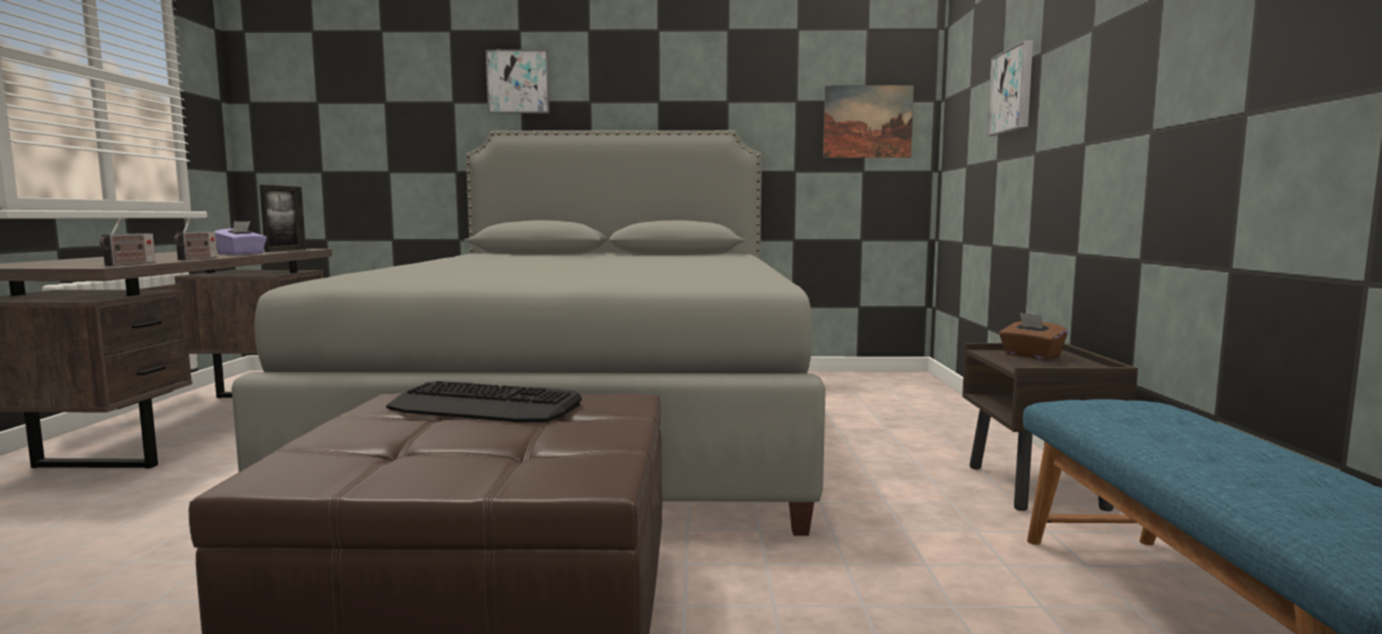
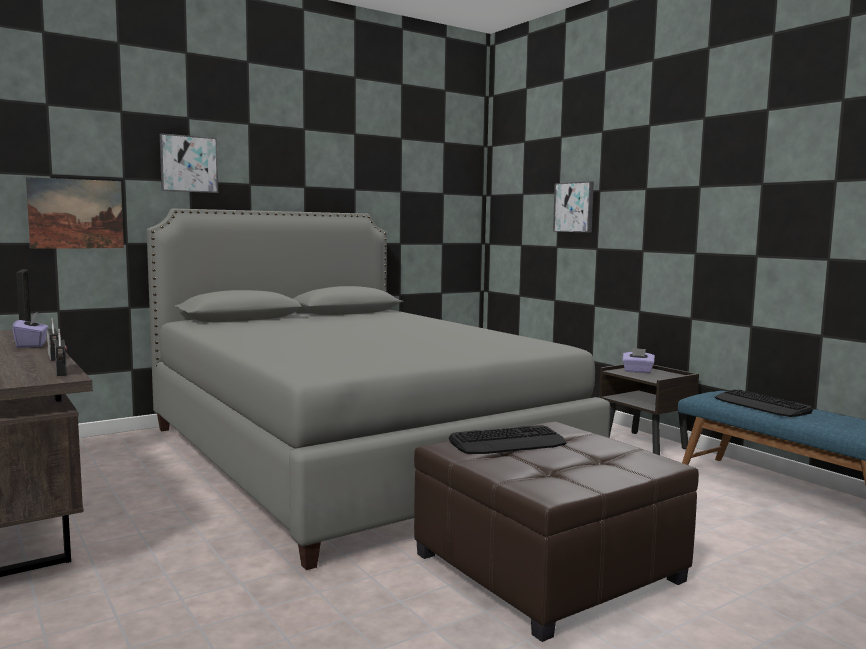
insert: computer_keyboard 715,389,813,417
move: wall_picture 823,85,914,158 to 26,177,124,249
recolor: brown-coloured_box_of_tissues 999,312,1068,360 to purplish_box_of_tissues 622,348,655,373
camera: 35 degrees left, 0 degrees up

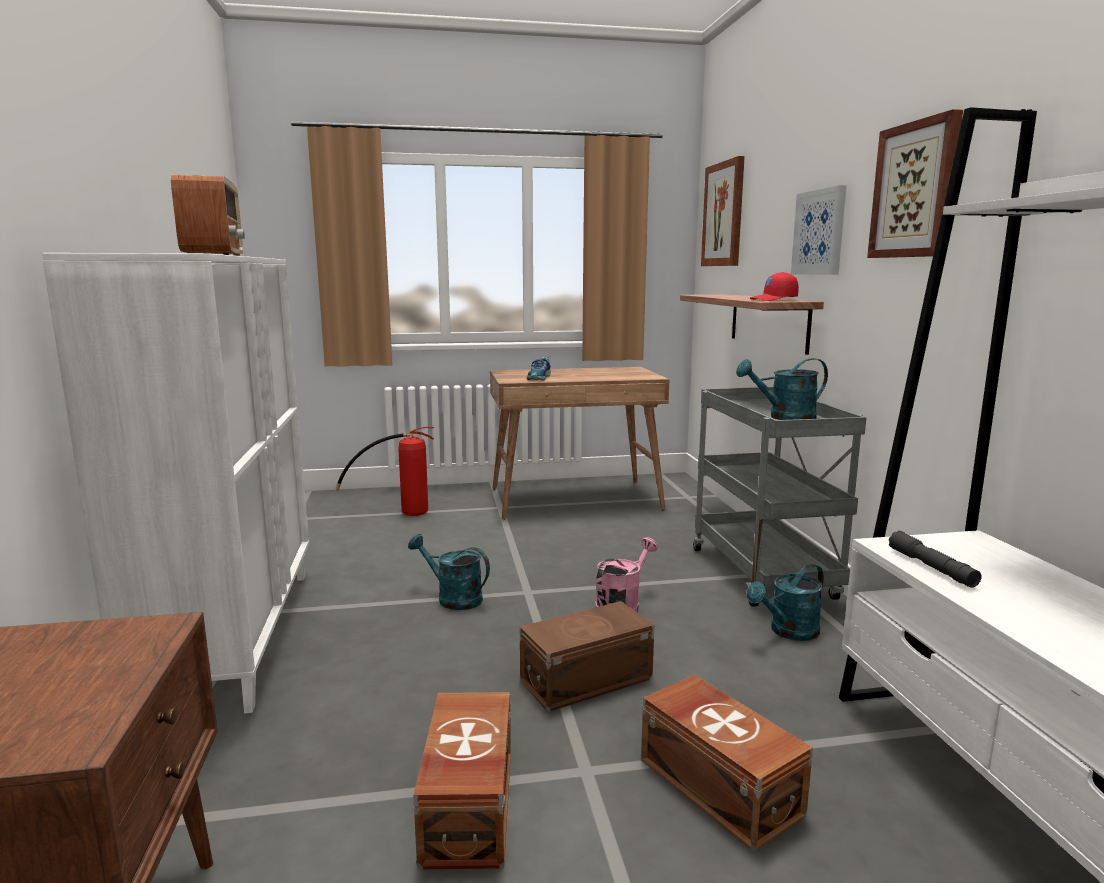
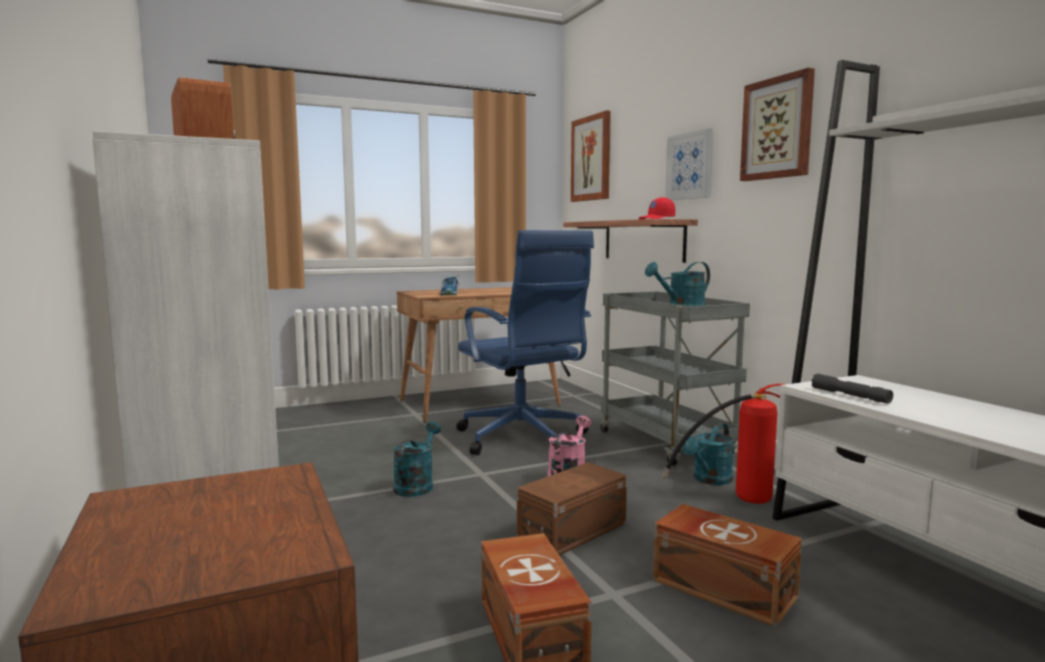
insert: blue-coloured_computer_chair 456,230,594,455
move: extinguisher 335,427,434,516 to 662,384,785,504
rotate: turquoise-coloured_watering_can 408,534,490,610 = 393,421,441,497 90 degrees clockwise
camera: 15 degrees left, 5 degrees down

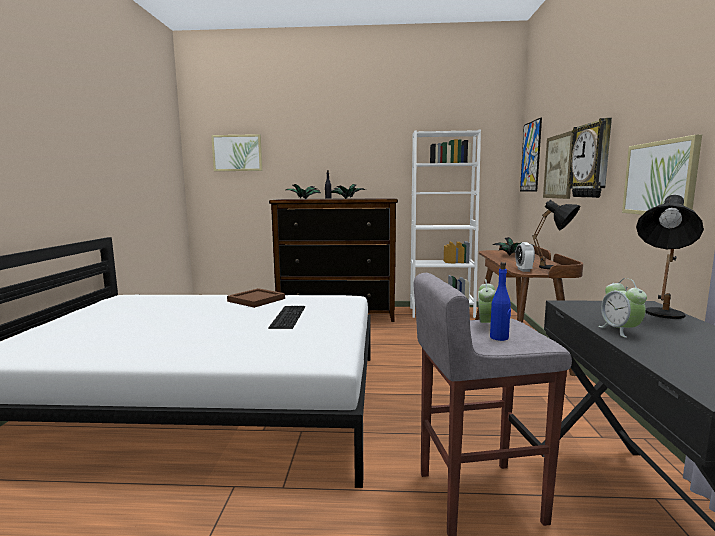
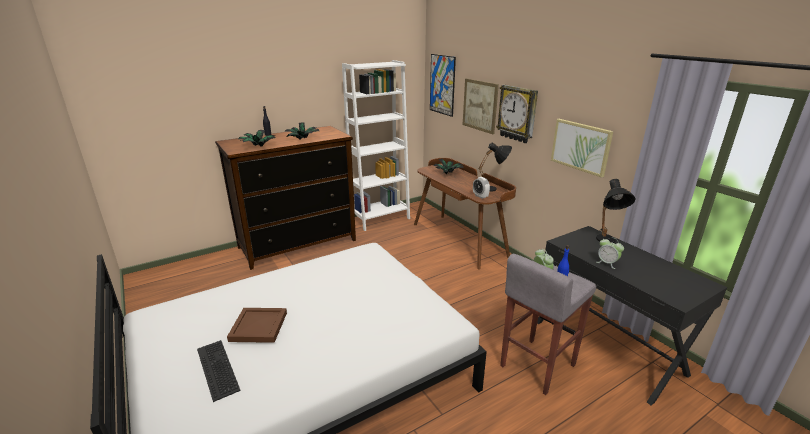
delete: wall_picture 211,134,262,171
move: brown-coloured_serving_tray 227,288,285,308 to 227,308,287,343; computer_keyboard 268,306,305,329 to 197,340,241,402
camera: 35 degrees left, 15 degrees up

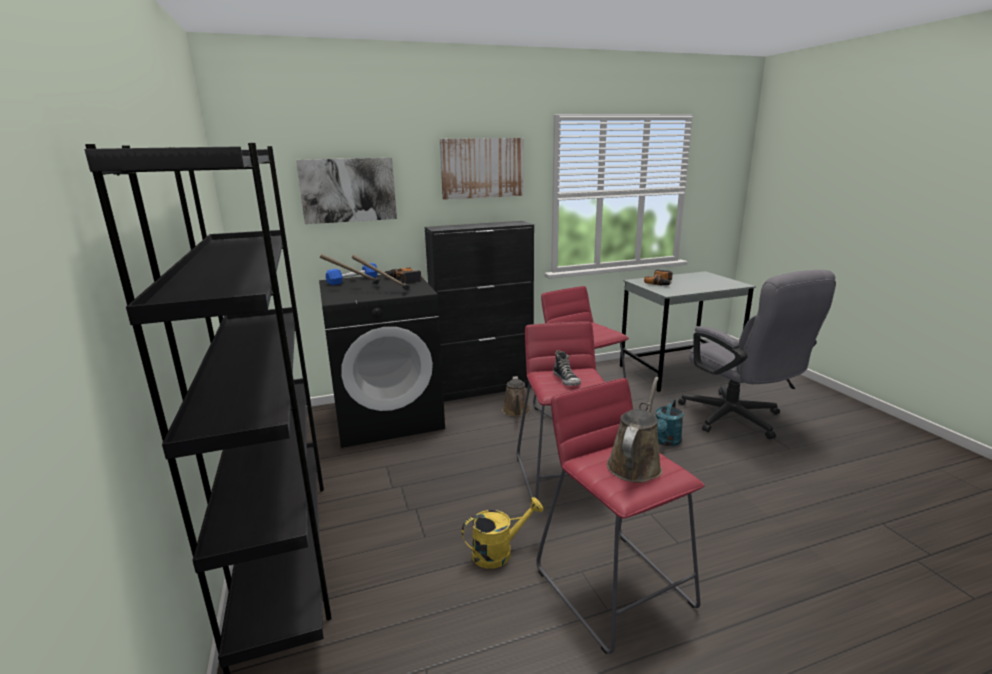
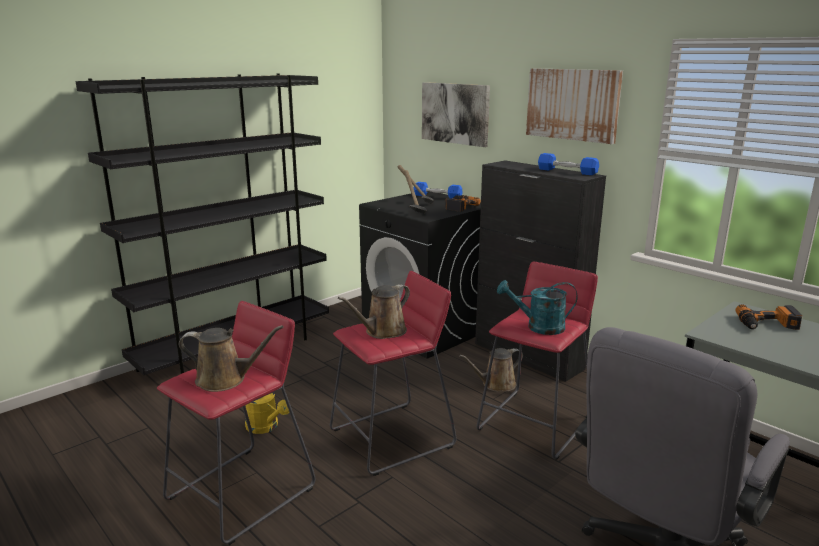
insert: blue-coloured_free_weight 538,153,599,175
move: turquoise-coloured_watering_can 655,399,684,446 to 497,280,578,335
replace: low_shoe 553,350,581,386 to brown-coloured_watering_can 338,284,410,339
camera: 65 degrees right, 0 degrees up

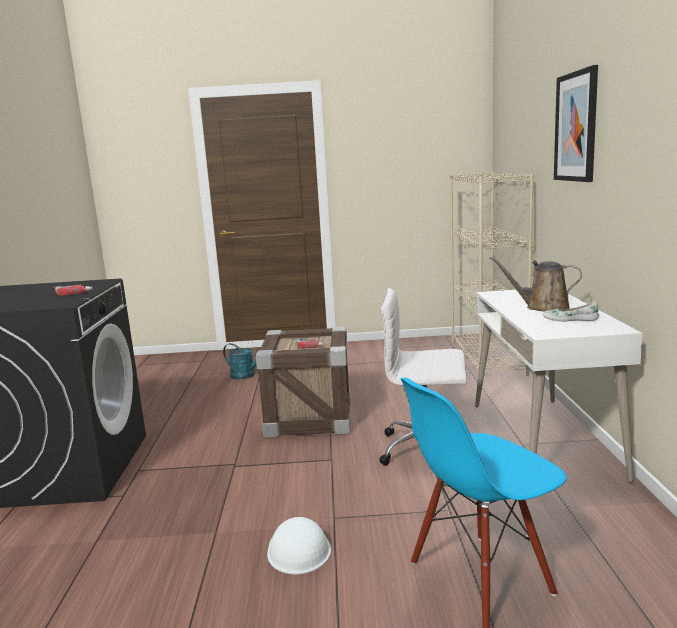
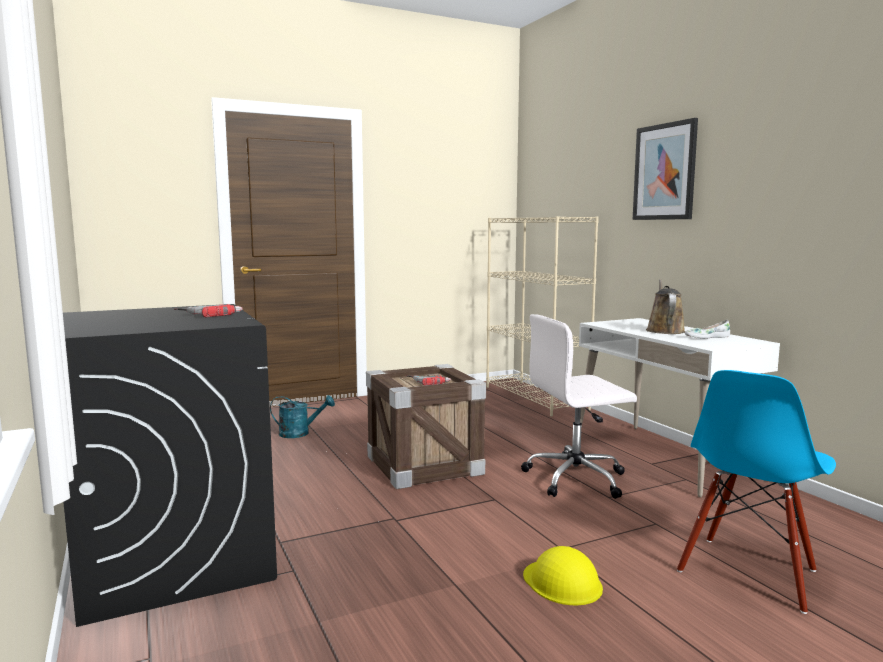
recolor: whitish_work_helmet 267,517,331,574 to yellow-coloured_work_helmet 523,546,603,605
rotate: brown-coloured_watering_can 489,256,582,312 = 646,279,685,334 105 degrees clockwise
camera: 25 degrees left, 5 degrees down

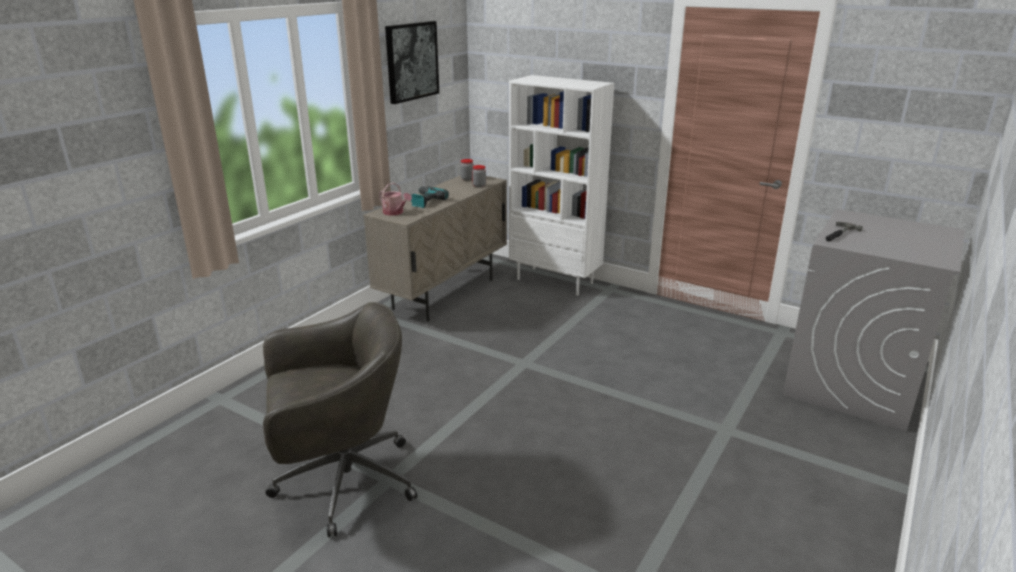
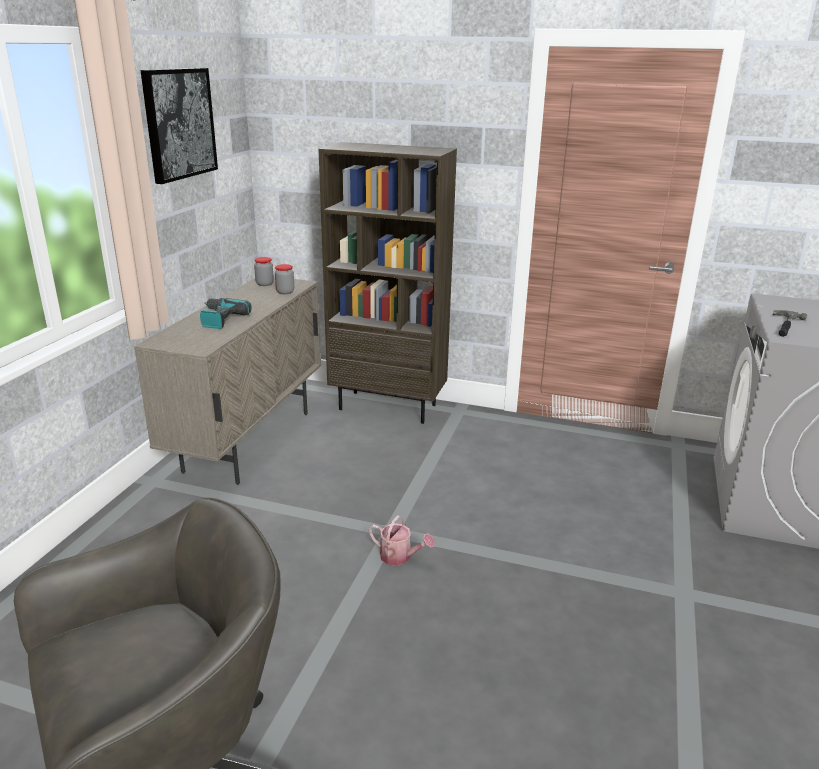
move: watering_can 379,183,412,216 to 369,515,435,566
recolor: whitish_bookcase 509,75,614,296 to brown-coloured_bookcase 318,142,457,424
camera: 15 degrees left, 0 degrees up

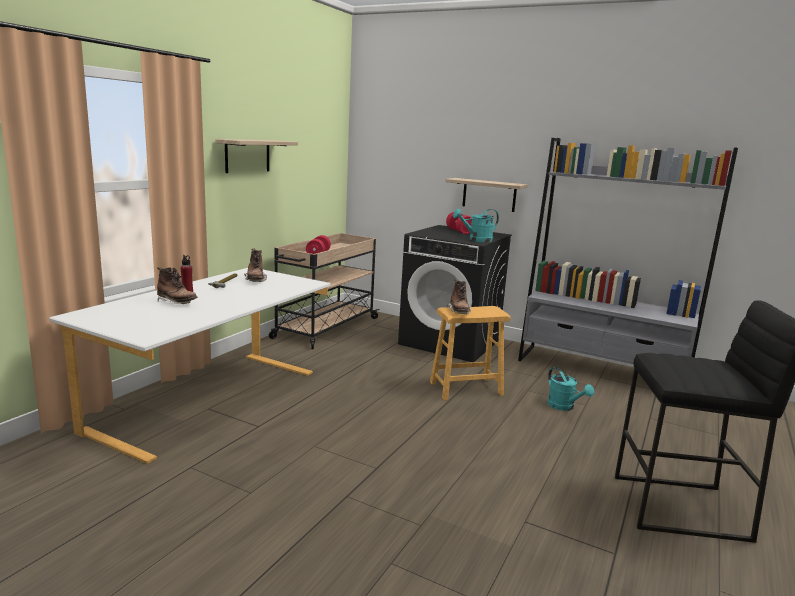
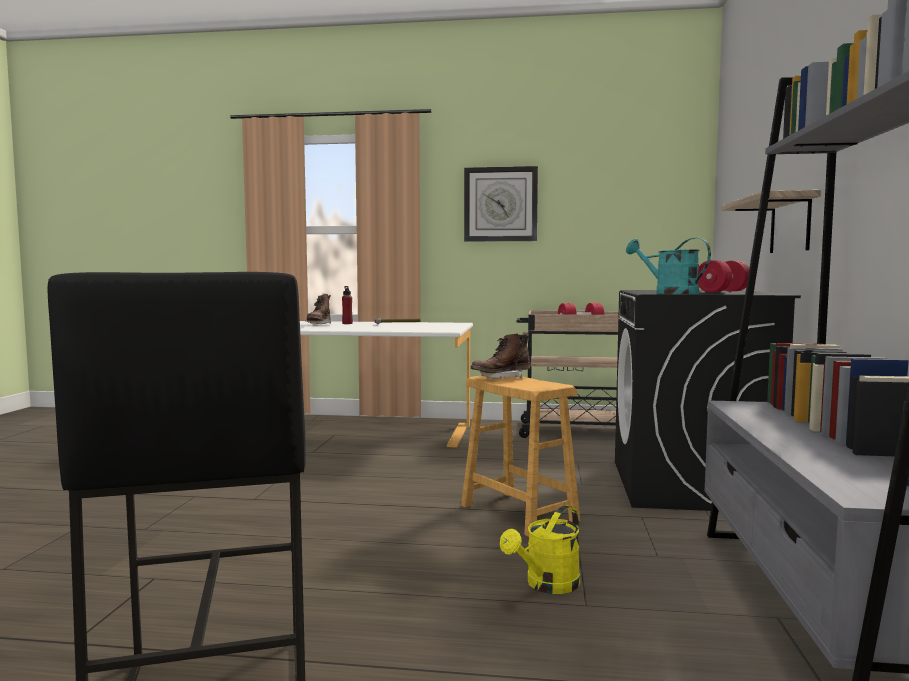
delete: brown-coloured_boot 244,249,267,282
replace: shelf 215,139,298,173 to wall_clock 464,166,538,241
recolor: turquoise-coloured_watering_can 547,367,594,411 to yellow-coloured_watering_can 500,505,580,594
camera: 70 degrees right, 10 degrees down

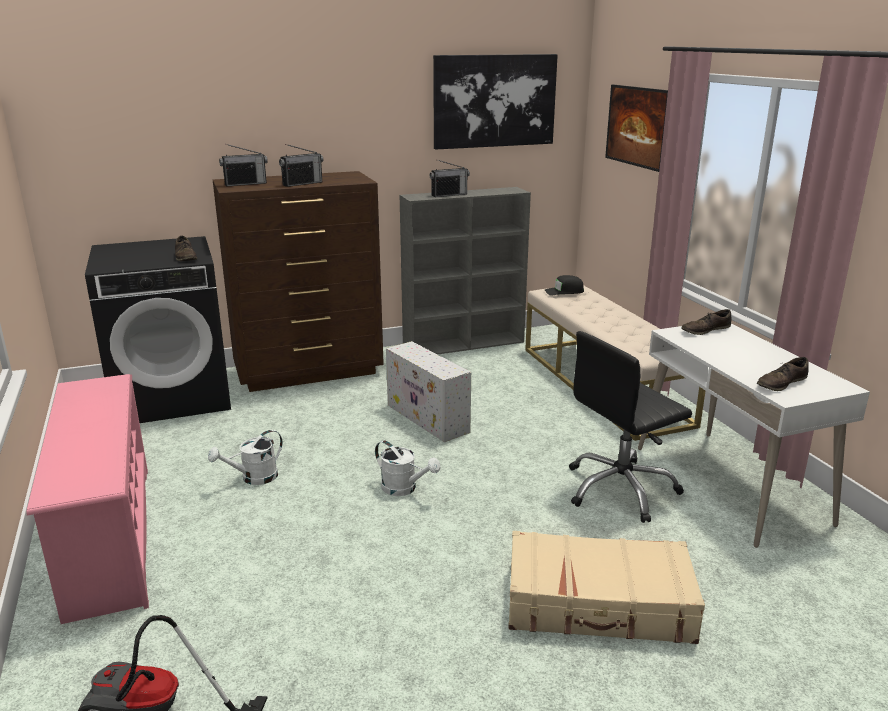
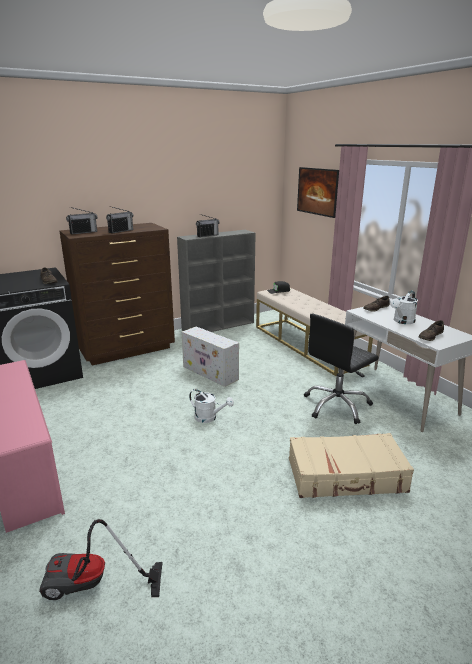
delete: wall_picture 433,54,558,149
move: whitish_watering_can 208,430,283,485 to 390,290,418,324
camera: 10 degrees left, 0 degrees up

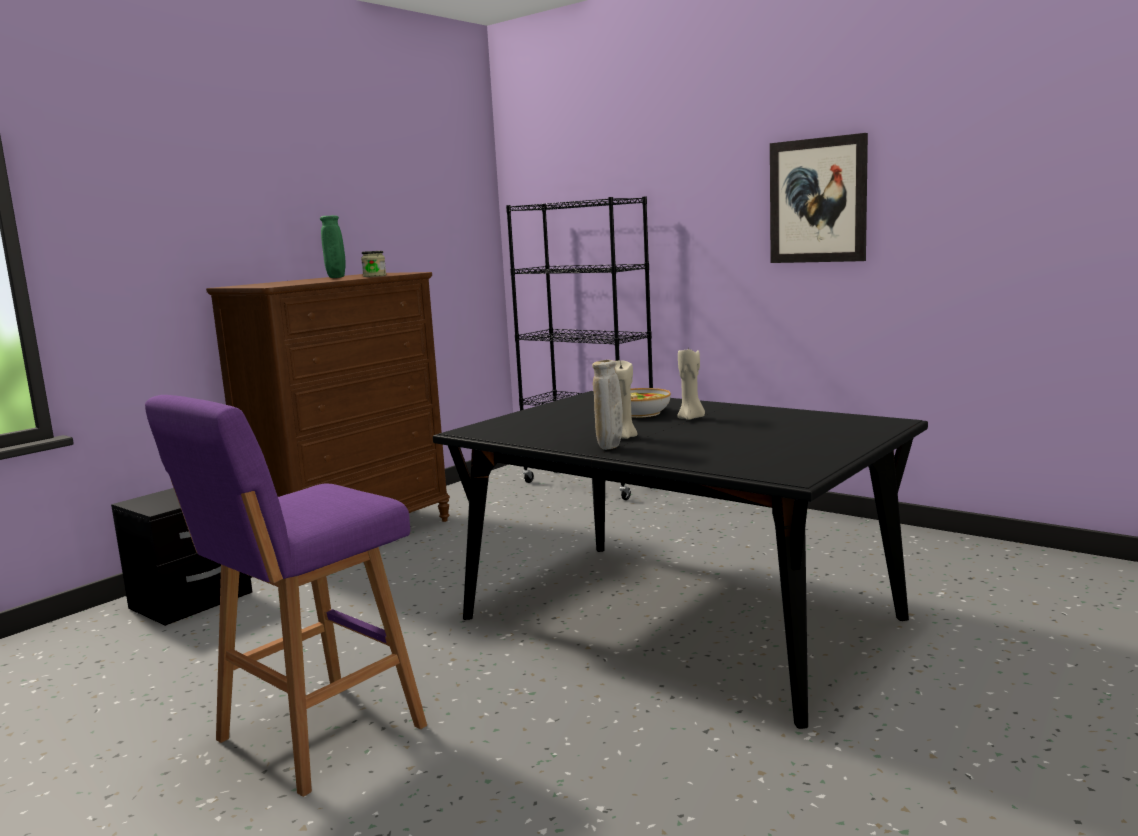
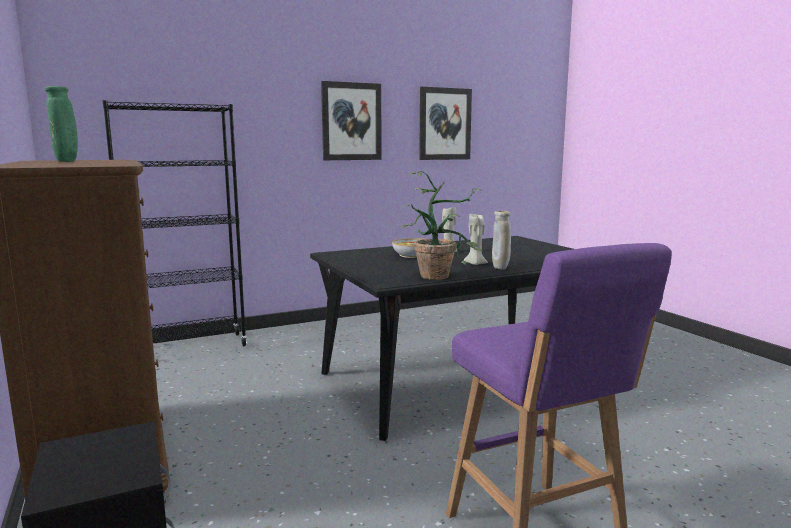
delete: storage_jar 361,251,386,277
insert: wall_picture 419,87,472,160; potted_plant 402,171,483,280
camera: 65 degrees left, 0 degrees up

